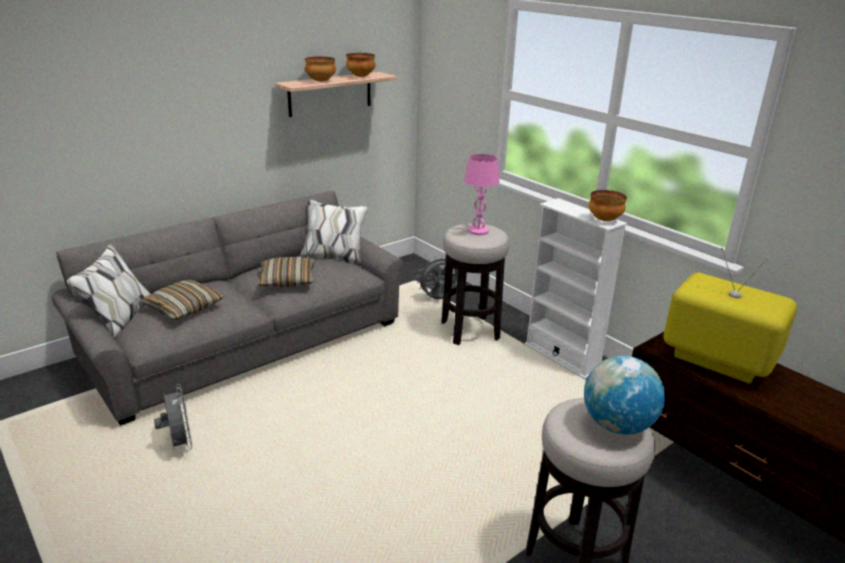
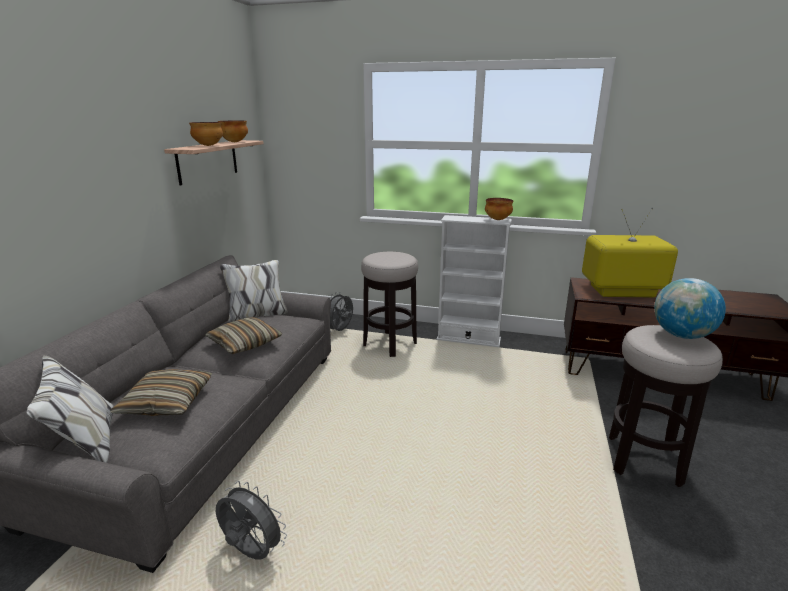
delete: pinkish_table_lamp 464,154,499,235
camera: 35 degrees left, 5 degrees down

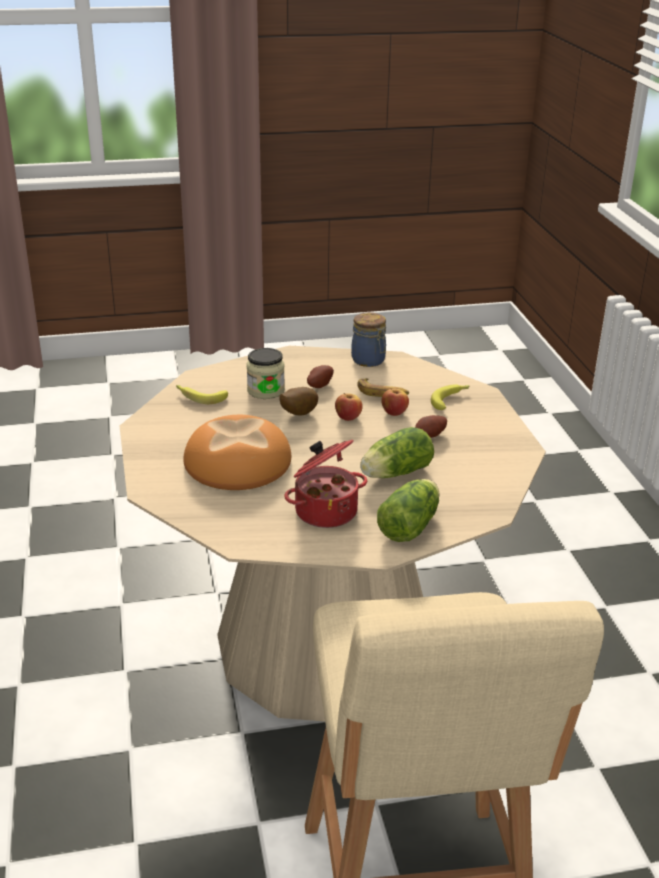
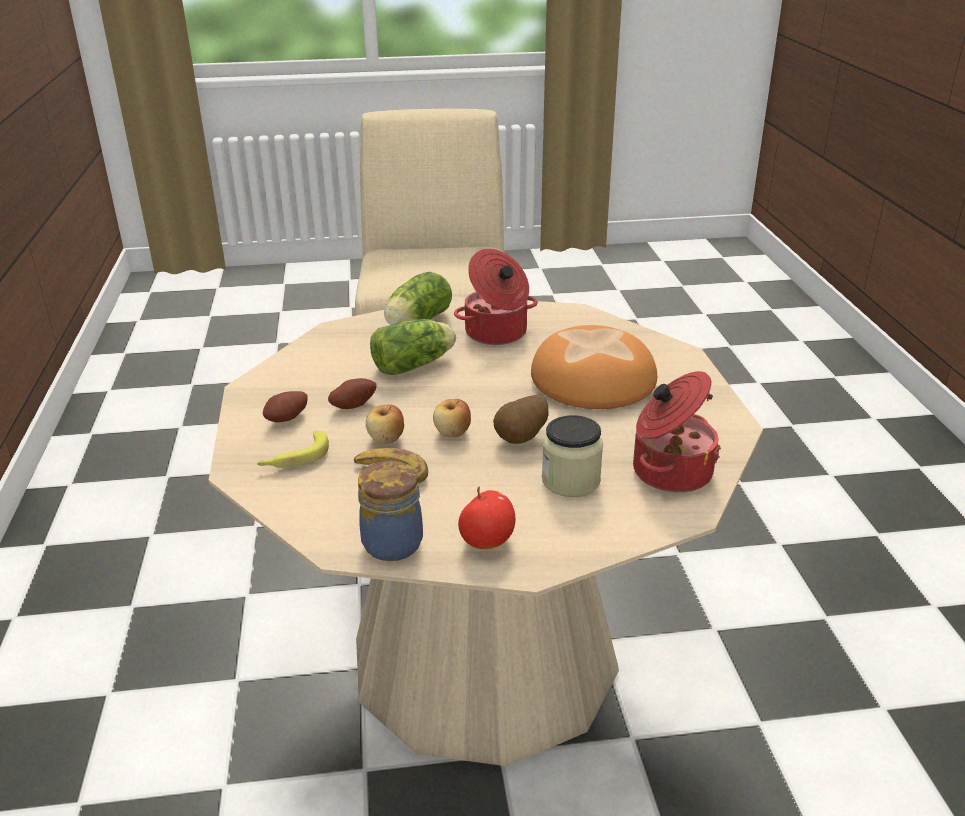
insert: apple 458,487,515,549
move: spud 307,365,334,388 to 263,391,308,422
replace: banana 176,385,228,404 to saucepot 633,371,721,493
camera: 175 degrees left, 0 degrees up

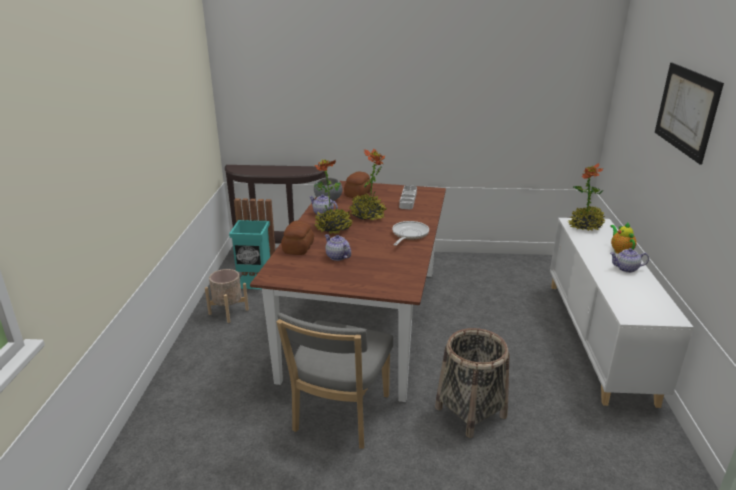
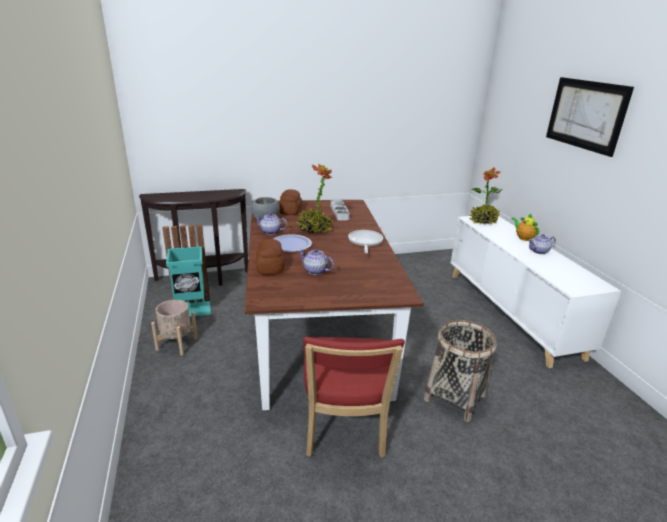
replace: potted_plant 314,159,354,234 to flat_dish 274,235,312,252
recolor: greyish_plain_chair 276,313,393,449 to reddish_plain_chair 303,337,405,458
camera: 20 degrees left, 0 degrees up

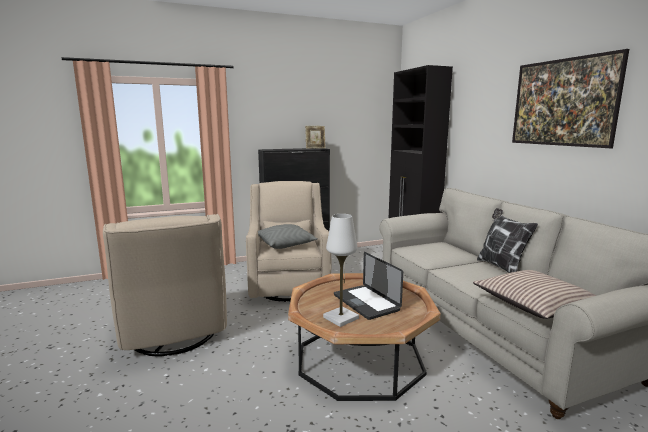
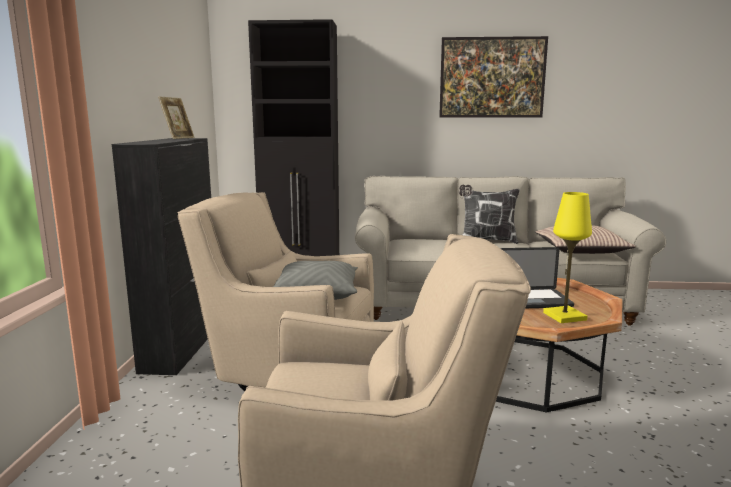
recolor: whitish_table_lamp 323,214,359,327 to yellow-coloured_table_lamp 543,192,592,323
camera: 65 degrees left, 0 degrees up

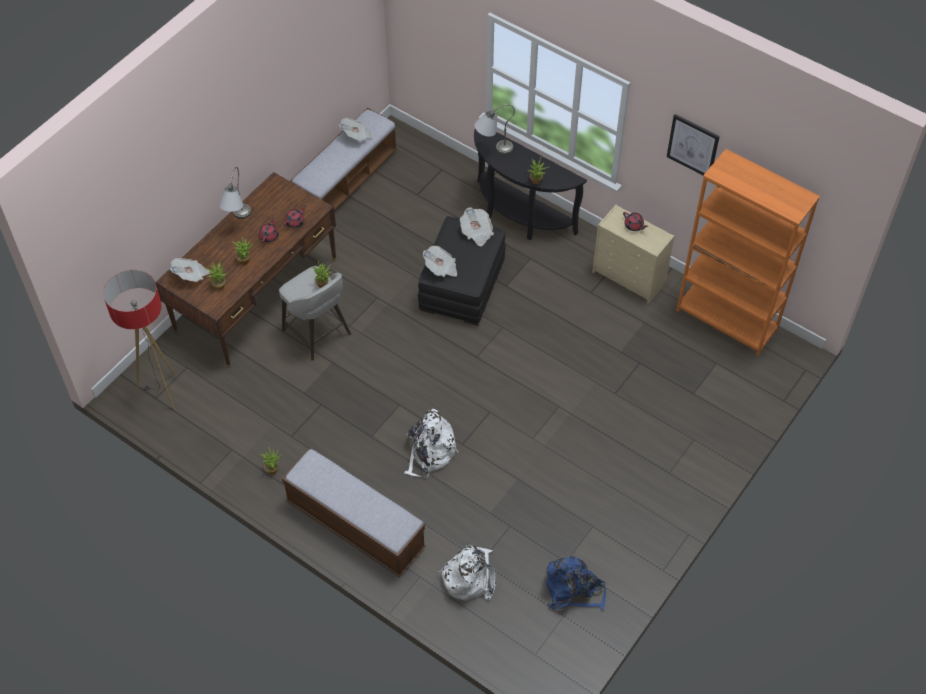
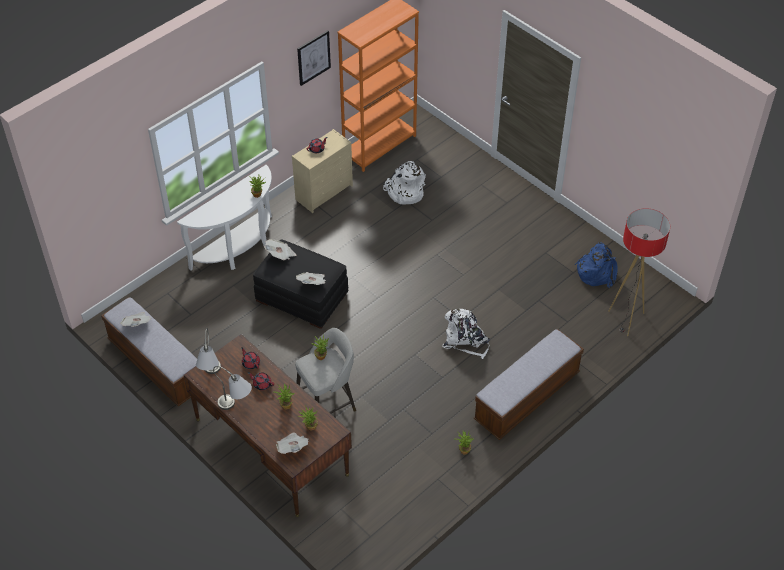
move: greyish_table_lamp 475,104,515,155 to 196,328,221,374; standard_lamp 103,270,175,410 to 608,208,670,336; whitish_backpack 439,543,496,601 to 383,161,426,204
recolor: blackish_hall_table 474,129,587,240 to whitish_hall_table 177,165,272,271
camera: 80 degrees left, 5 degrees down

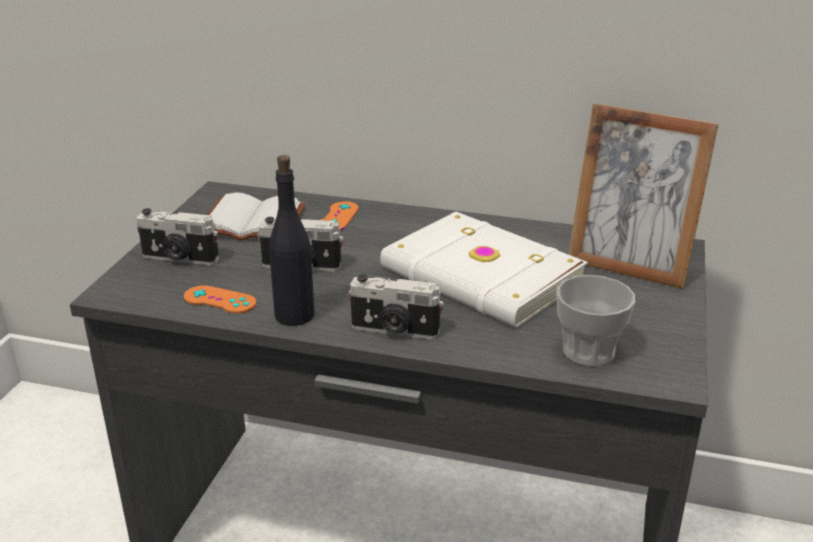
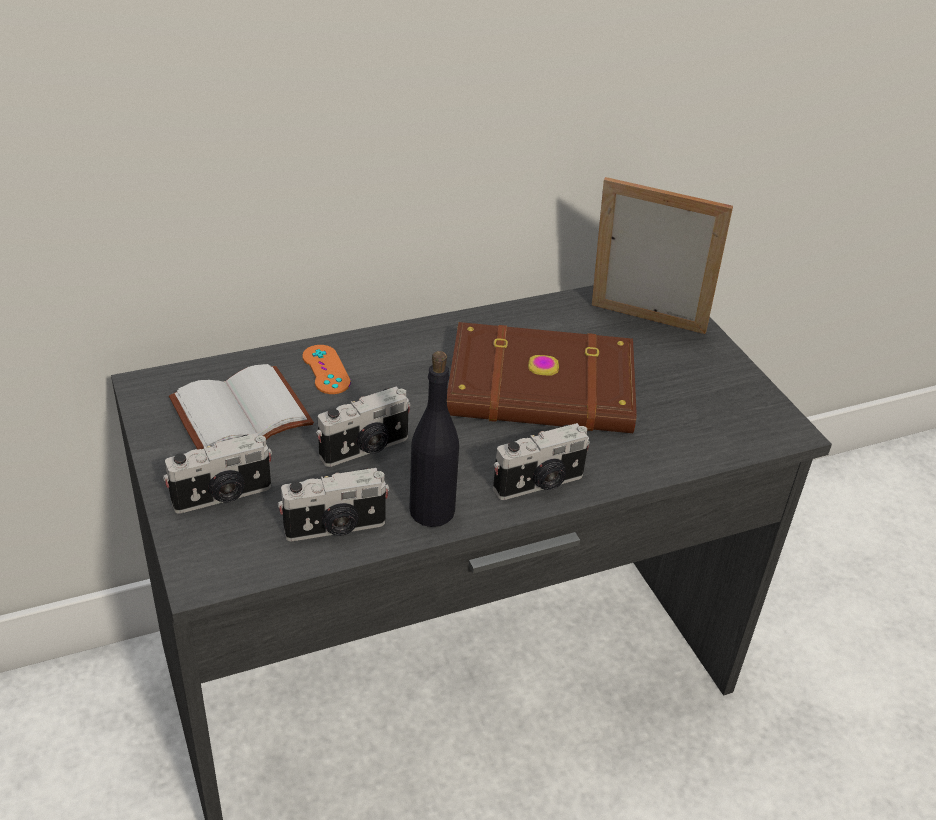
delete: drinking_cup 556,275,635,366
replace: orange_game_controller 184,285,256,314 to photo_camera 278,468,390,542
recolor: whitish_volume 380,212,588,328 to brown-coloured_volume 447,322,637,433
rotate: standing_frame 568,103,719,289 = 592,177,733,334 150 degrees counterclockwise
camera: 40 degrees left, 10 degrees up

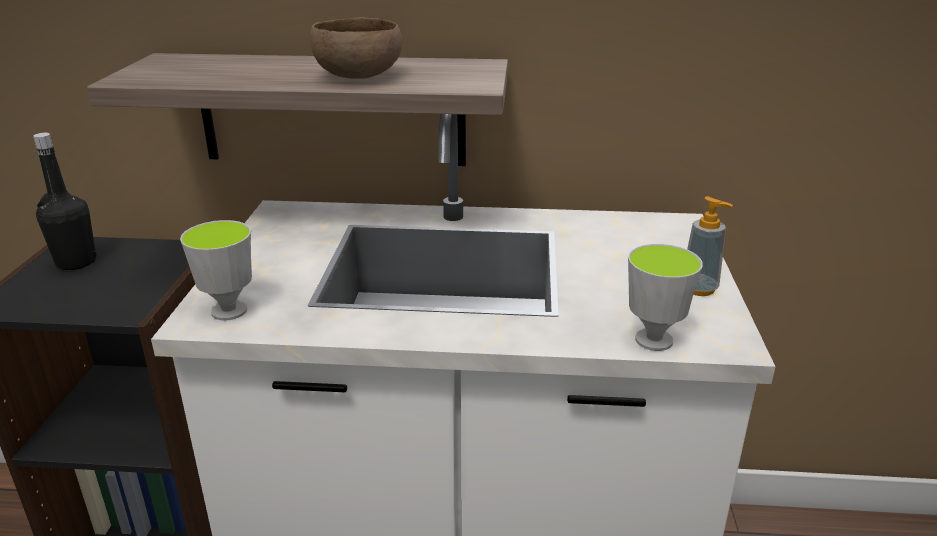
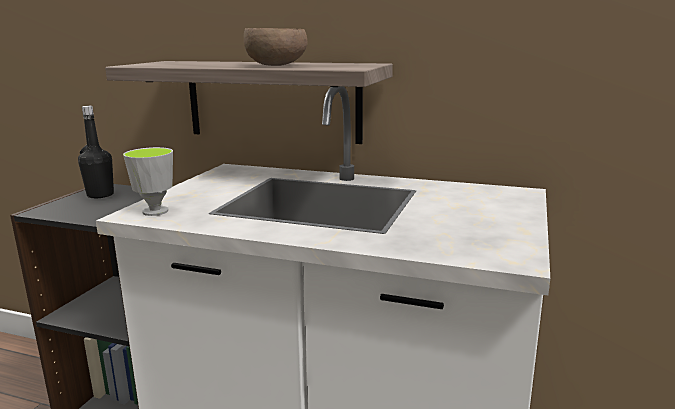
delete: liquid_soap_bottle 687,196,733,296; drinking_cup 628,244,703,351
camera: 15 degrees right, 10 degrees down

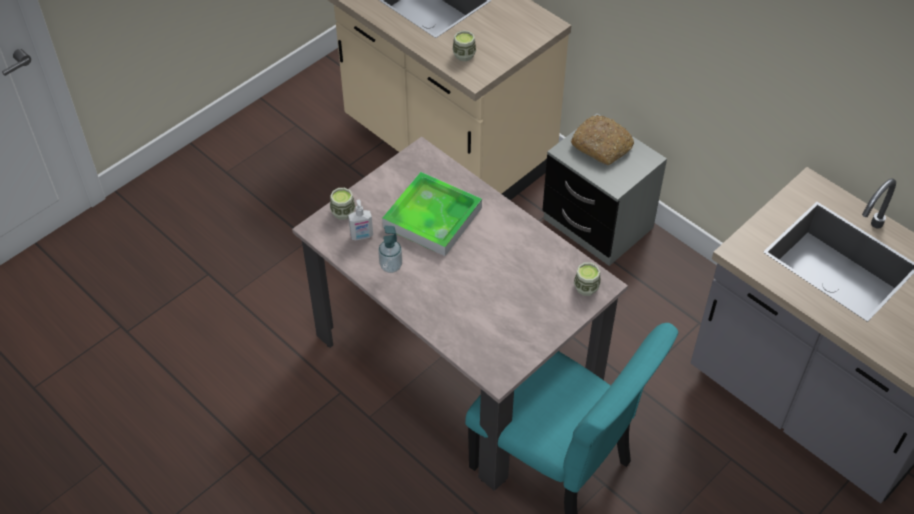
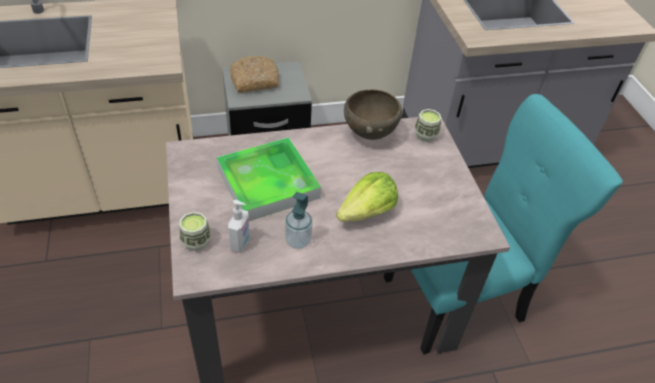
delete: drinking_cup 453,30,476,62
insert: brown-coloured_bowl 344,89,402,140; head_of_lettuce 336,172,398,222
camera: 60 degrees left, 5 degrees down

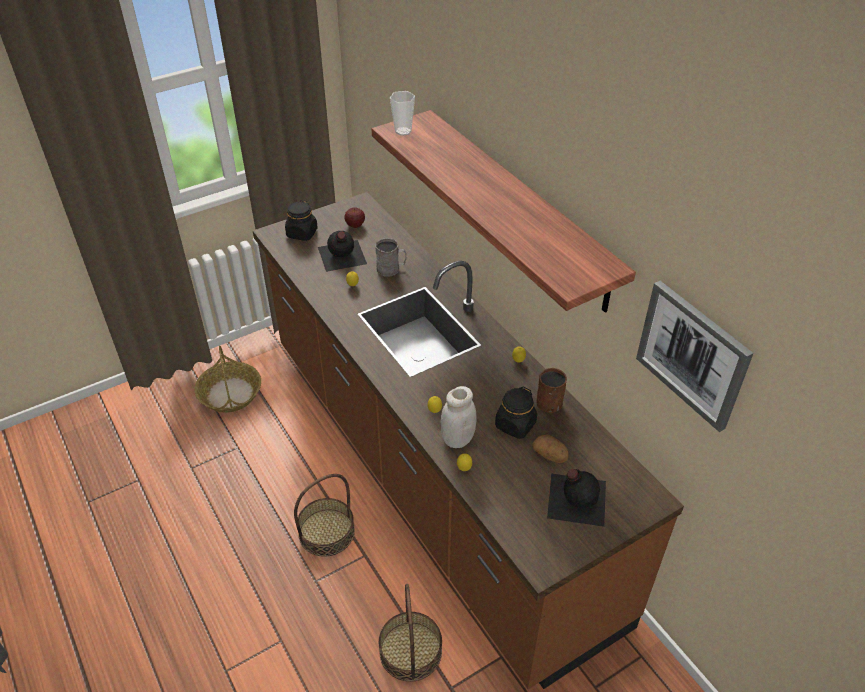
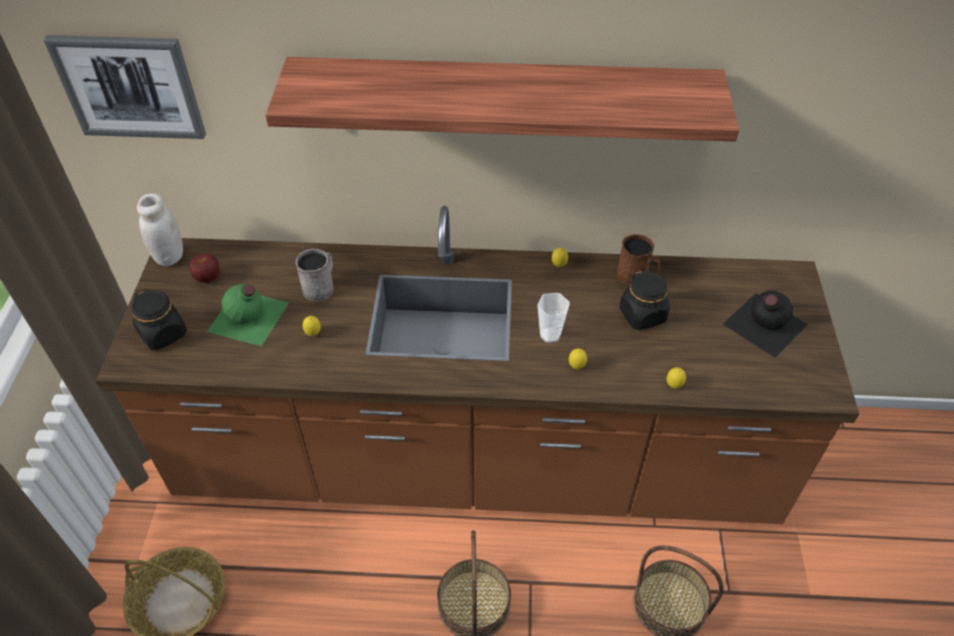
delete: spud 532,435,569,463
move: drinking_cup 390,91,415,136 to 537,293,570,343; wall_picture 636,281,753,432 to 44,35,206,139; whitish_storage_jar 441,386,476,448 to 137,193,183,266
recolor: blackish_bottle 318,231,367,272 to greenish_bottle 207,284,289,346
camera: 55 degrees left, 5 degrees up

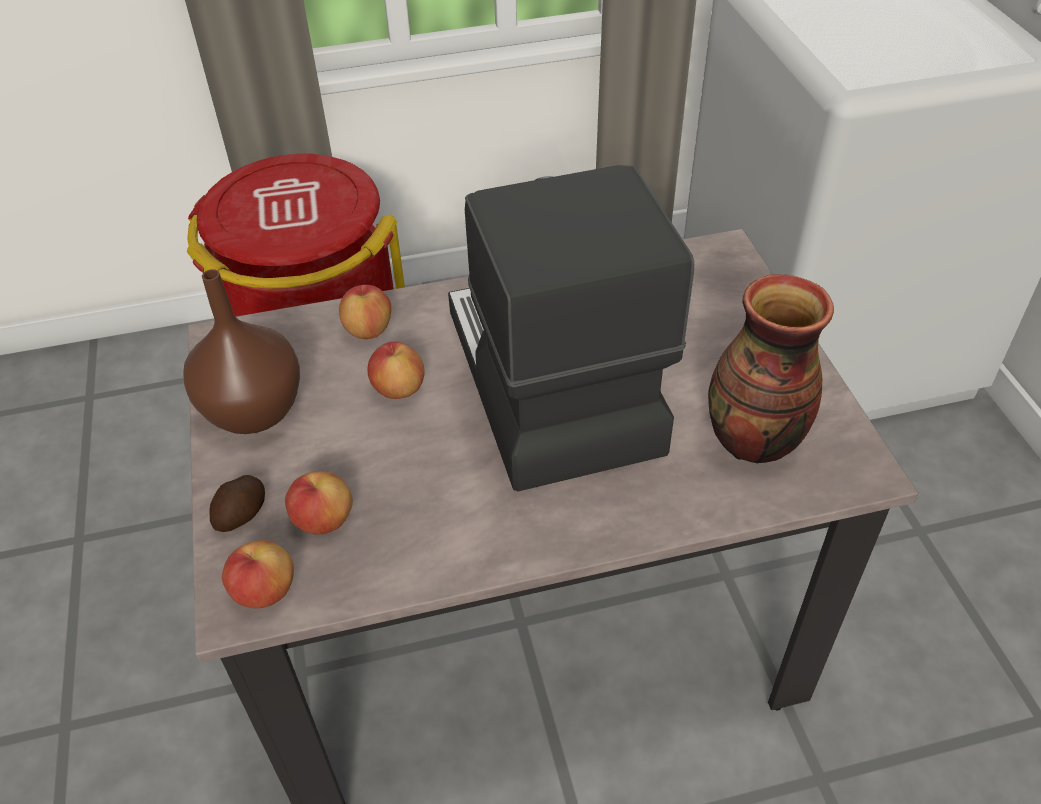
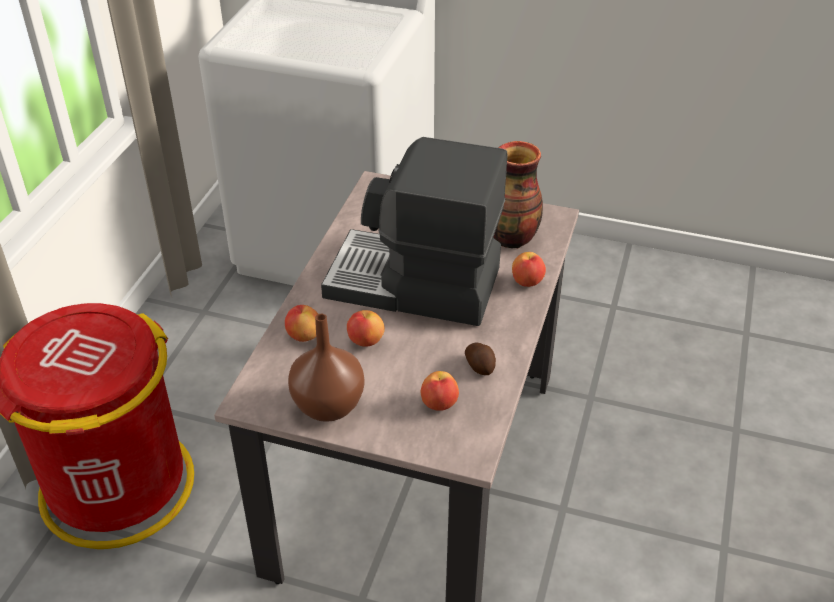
move: spud 209,475,265,532 to 465,343,496,375; apple 222,540,294,608 to 512,252,546,287
camera: 60 degrees left, 5 degrees down

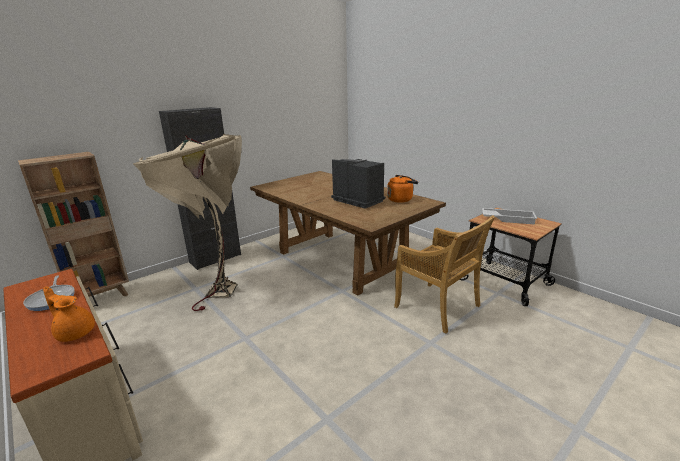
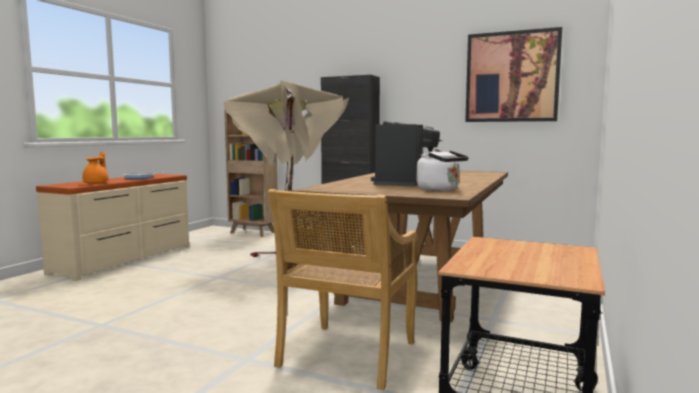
delete: whitish_serving_tray 482,208,537,225
insert: wall_picture 465,27,562,122
recolor: orange_tea_kettle 387,175,418,203 to whitish_tea_kettle 417,148,468,191
camera: 65 degrees right, 15 degrees down

